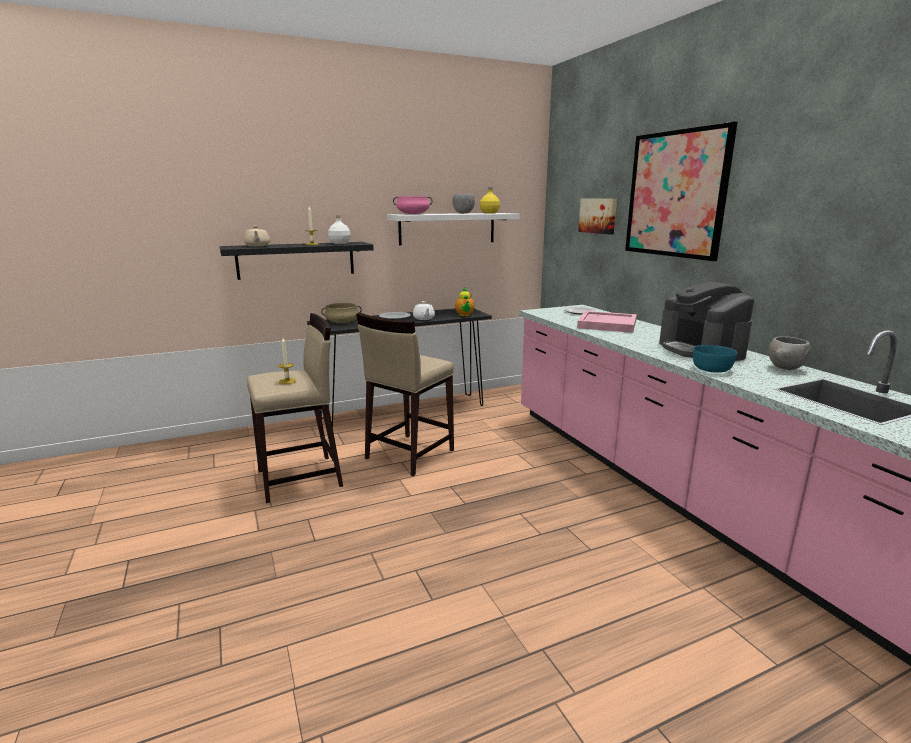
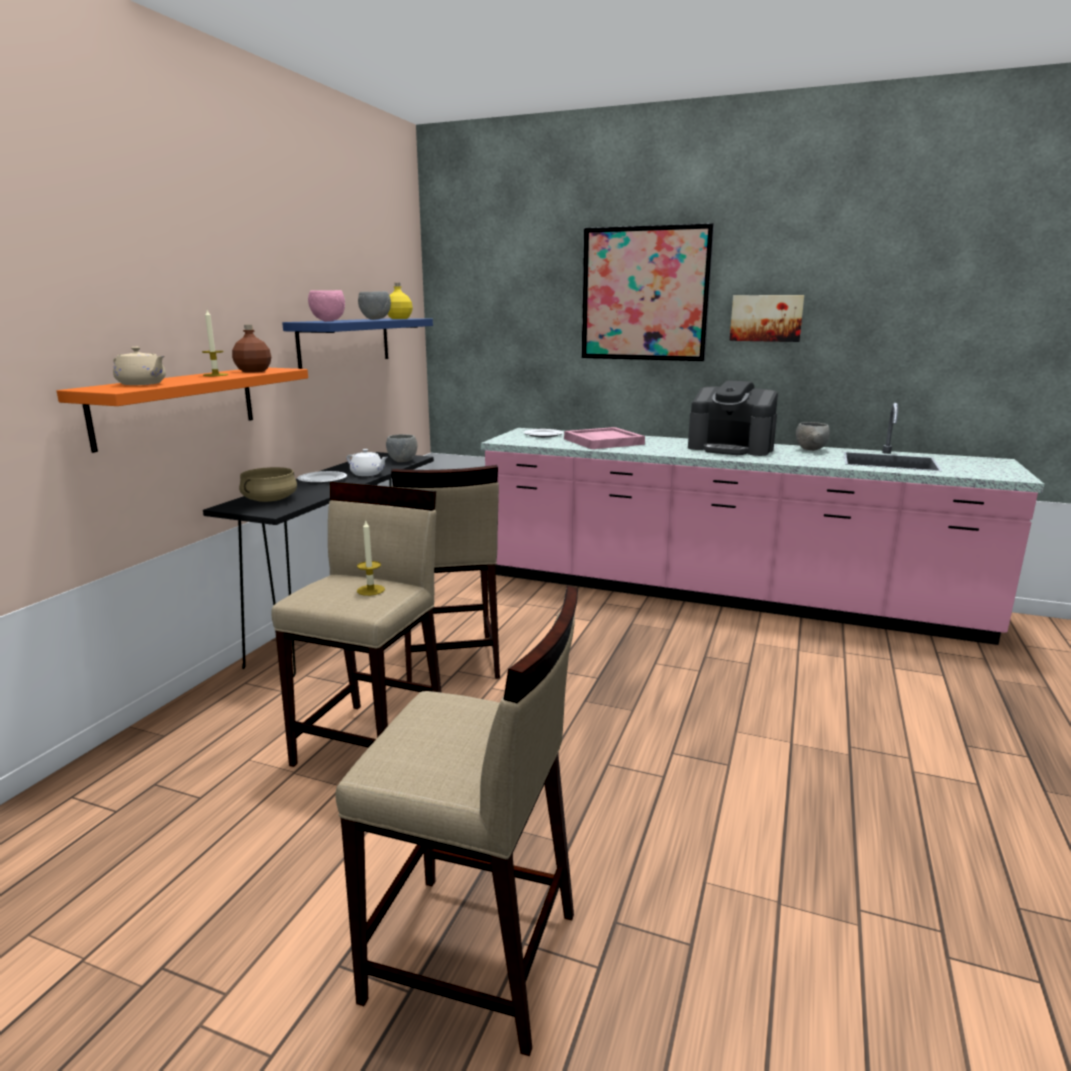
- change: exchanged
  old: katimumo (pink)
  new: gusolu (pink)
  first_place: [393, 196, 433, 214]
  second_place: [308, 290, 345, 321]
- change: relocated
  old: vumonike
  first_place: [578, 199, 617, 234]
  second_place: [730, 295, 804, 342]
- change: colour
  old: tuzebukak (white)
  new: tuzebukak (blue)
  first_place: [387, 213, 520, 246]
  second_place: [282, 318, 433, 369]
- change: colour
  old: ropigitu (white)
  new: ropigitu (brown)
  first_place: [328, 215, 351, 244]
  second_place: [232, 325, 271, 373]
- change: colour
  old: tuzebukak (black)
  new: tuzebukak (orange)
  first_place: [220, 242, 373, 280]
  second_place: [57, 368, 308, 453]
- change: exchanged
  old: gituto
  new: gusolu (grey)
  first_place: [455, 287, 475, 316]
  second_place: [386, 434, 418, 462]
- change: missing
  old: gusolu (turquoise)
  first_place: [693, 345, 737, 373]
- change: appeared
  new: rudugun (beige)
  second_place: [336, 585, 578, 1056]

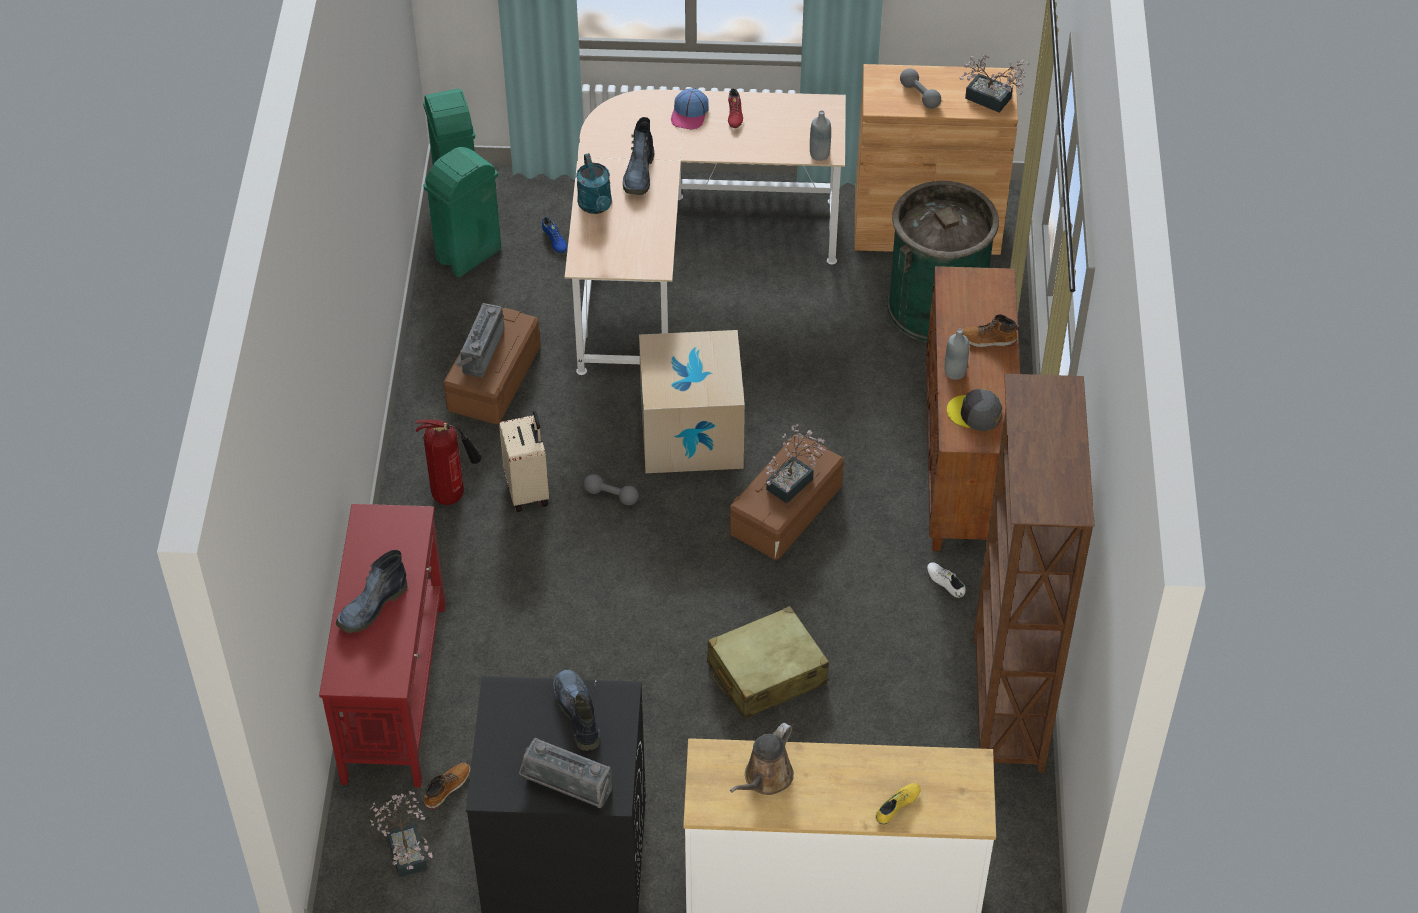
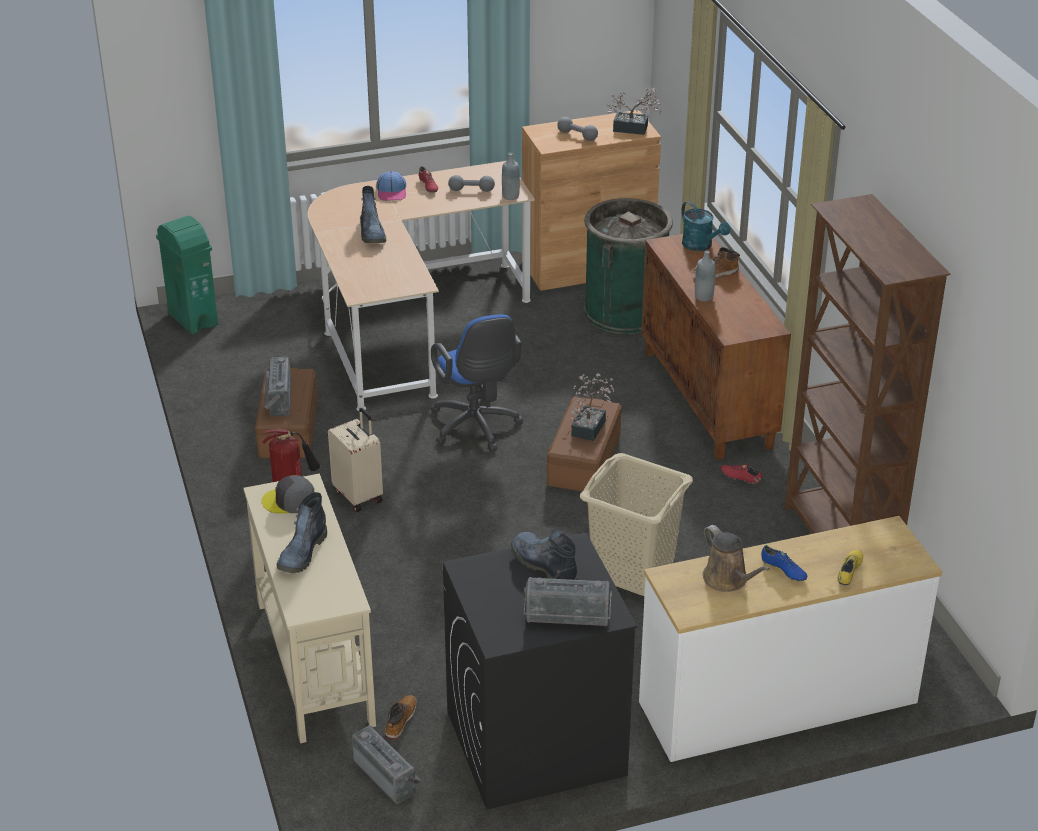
- change: missing
  old: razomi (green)
  first_place: [423, 147, 501, 278]
- change: relocated
  old: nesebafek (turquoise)
  first_place: [576, 153, 612, 214]
  second_place: [681, 201, 730, 251]
- change: relocated
  old: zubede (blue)
  first_place: [542, 217, 567, 253]
  second_place: [761, 545, 807, 582]
- change: exchanged
  old: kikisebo
  new: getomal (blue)
  first_place: [639, 330, 745, 473]
  second_place: [430, 314, 523, 452]
- change: relocated
  old: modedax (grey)
  first_place: [947, 389, 1002, 431]
  second_place: [262, 475, 314, 513]
- change: relocated
  old: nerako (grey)
  first_place: [584, 474, 639, 505]
  second_place: [448, 175, 495, 192]
- change: colour
  old: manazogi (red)
  new: manazogi (beige)
  first_place: [319, 504, 446, 788]
  second_place: [243, 474, 376, 743]
- change: colour
  old: zubede (white)
  new: zubede (red)
  first_place: [927, 562, 966, 598]
  second_place: [721, 464, 762, 485]
- change: exchanged
  old: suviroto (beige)
  new: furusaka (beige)
  first_place: [707, 606, 829, 719]
  second_place: [580, 453, 693, 596]
- change: spun
  old: nesebafek (brown)
  first_place: [730, 723, 794, 795]
  second_place: [703, 525, 770, 592]
  degrees: -45
- change: exchanged
  old: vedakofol
  new: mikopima
  first_place: [370, 791, 433, 878]
  second_place: [351, 725, 422, 804]

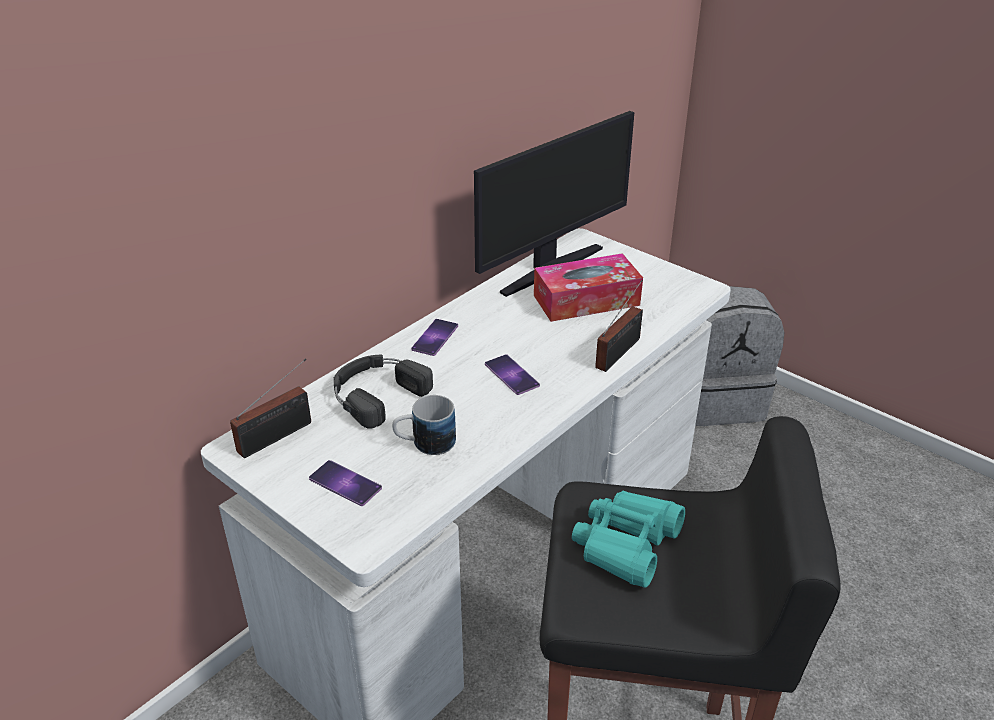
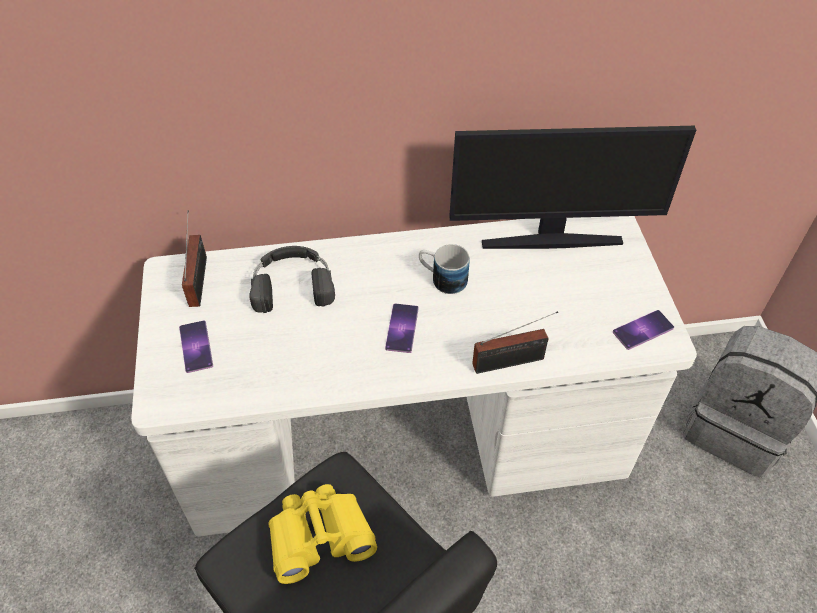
- change: missing
  old: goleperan
  first_place: [534, 253, 643, 322]
- change: relocated
  old: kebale
  first_place: [411, 319, 458, 356]
  second_place: [613, 310, 674, 350]
- change: spun
  old: mikopima
  first_place: [230, 359, 311, 458]
  second_place: [182, 210, 207, 307]
  degrees: -90
- change: relocated
  old: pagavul
  first_place: [392, 395, 456, 455]
  second_place: [419, 244, 470, 294]
- change: colour
  old: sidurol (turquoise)
  new: sidurol (yellow)
  first_place: [572, 491, 685, 588]
  second_place: [268, 484, 377, 584]

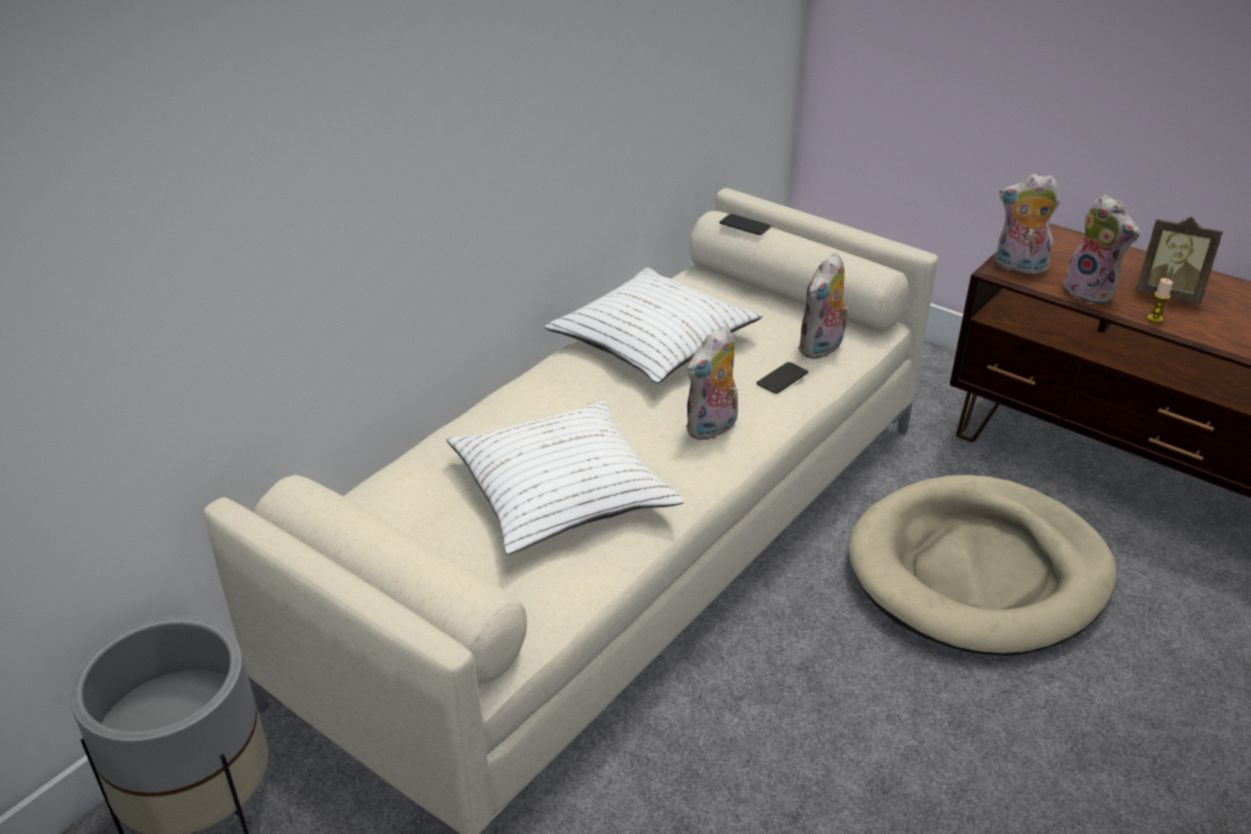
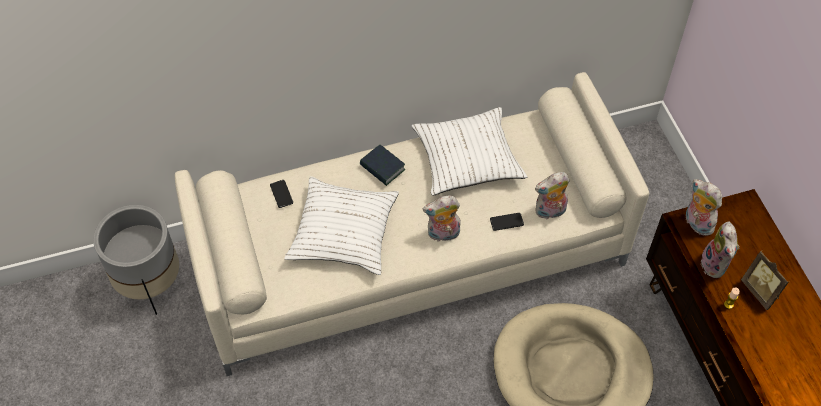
- change: relocated
  old: kebale
  first_place: [720, 214, 771, 235]
  second_place: [270, 180, 293, 208]
- change: appeared
  new: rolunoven
  second_place: [360, 145, 405, 186]

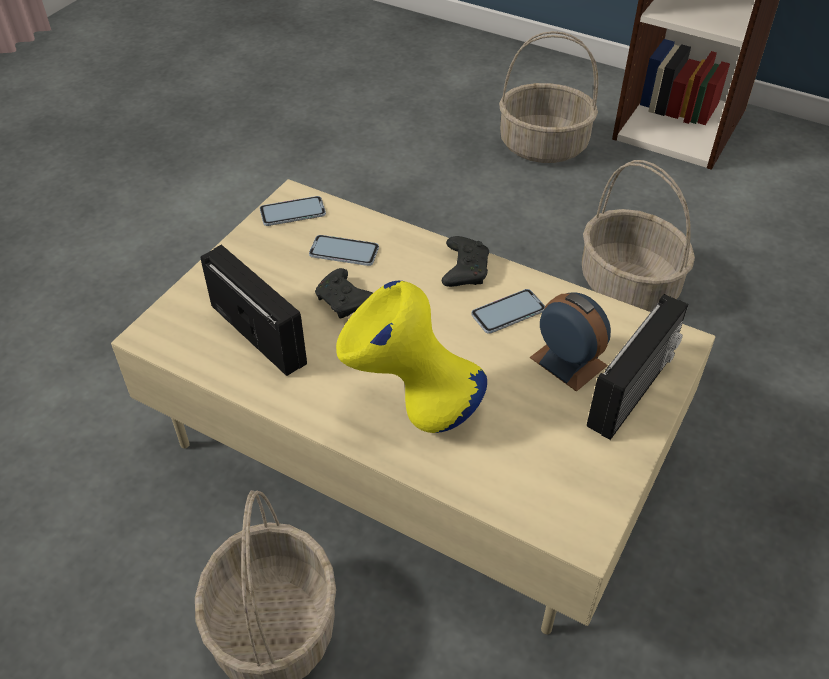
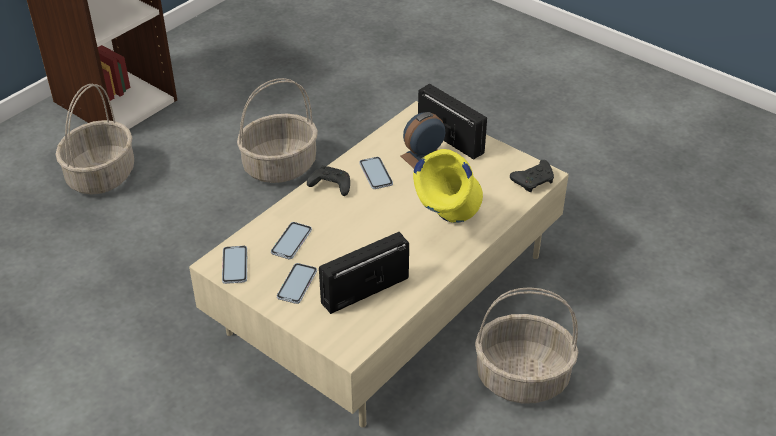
- change: relocated
  old: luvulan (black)
  first_place: [315, 268, 373, 319]
  second_place: [510, 160, 554, 192]
- change: appeared
  new: kebale
  second_place: [277, 263, 317, 304]

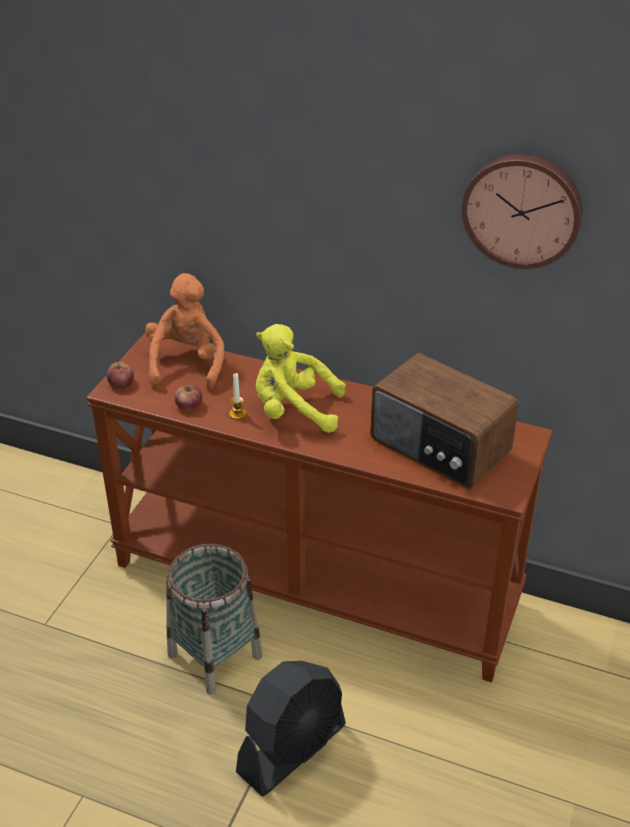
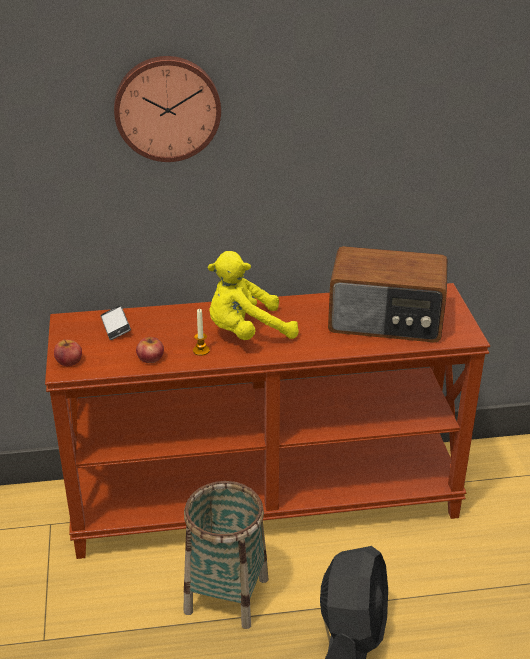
- change: relocated
  old: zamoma
  first_place: [462, 154, 583, 269]
  second_place: [114, 56, 221, 162]
- change: exchanged
  old: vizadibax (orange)
  new: kebale
  first_place: [145, 273, 224, 389]
  second_place: [101, 305, 131, 340]

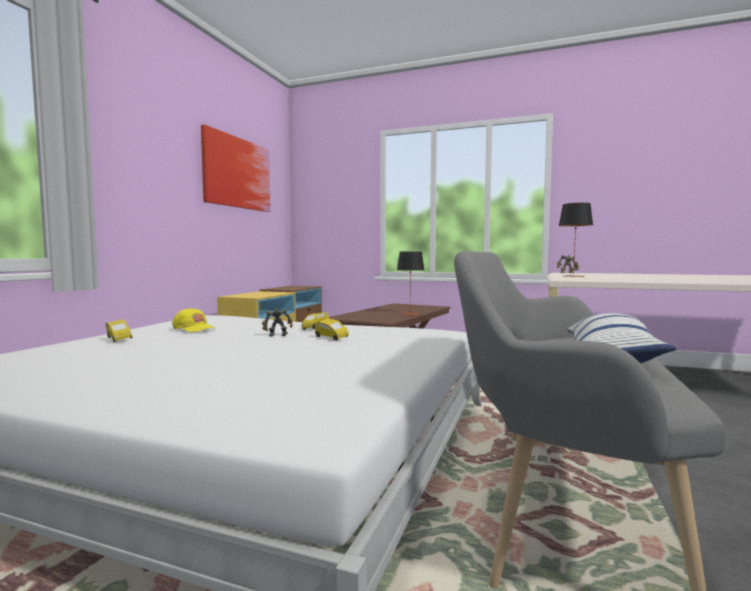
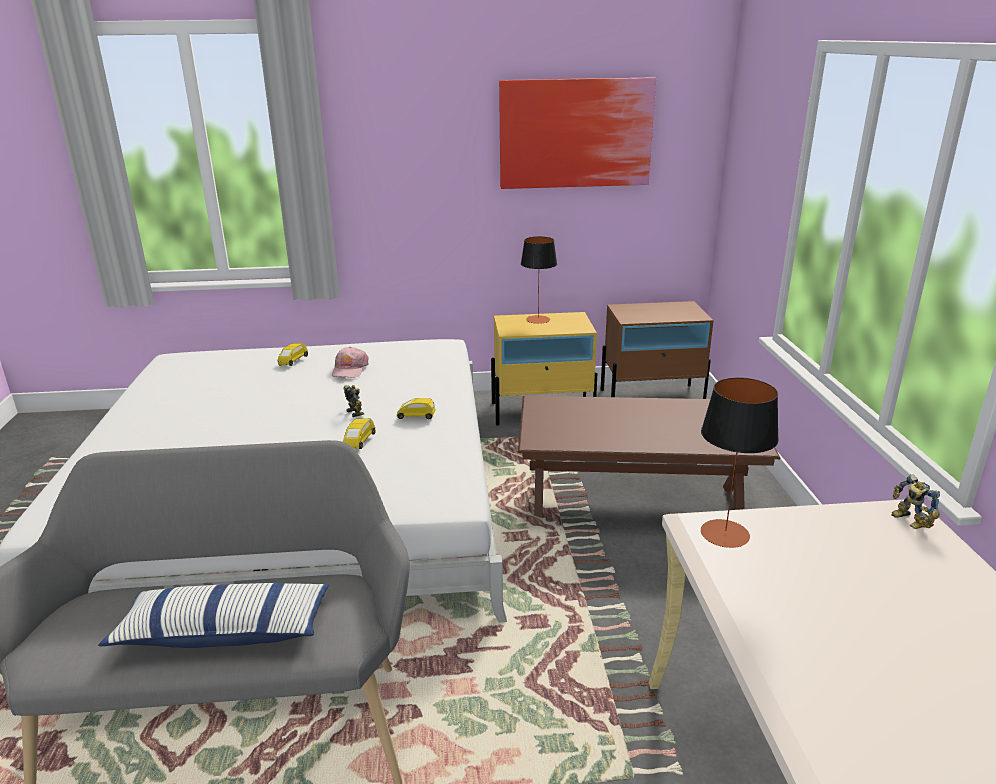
- change: relocated
  old: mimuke
  first_place: [397, 251, 424, 316]
  second_place: [521, 236, 557, 324]
- change: colour
  old: modedax (yellow)
  new: modedax (pink)
  first_place: [172, 308, 214, 332]
  second_place: [332, 346, 368, 378]

